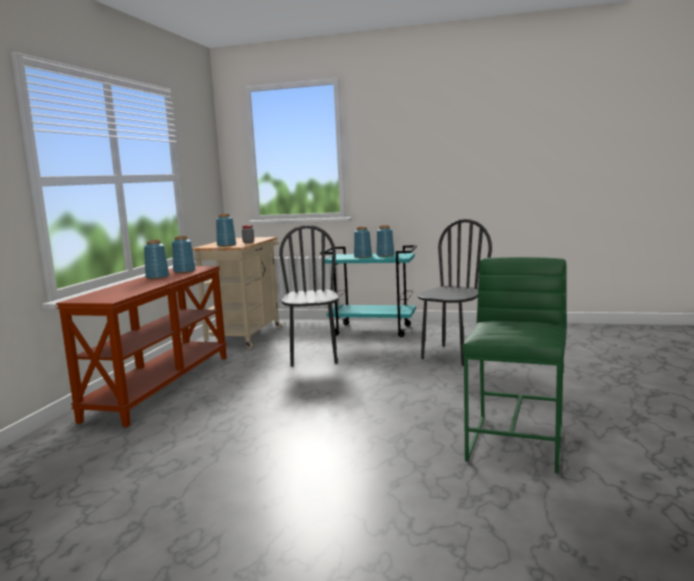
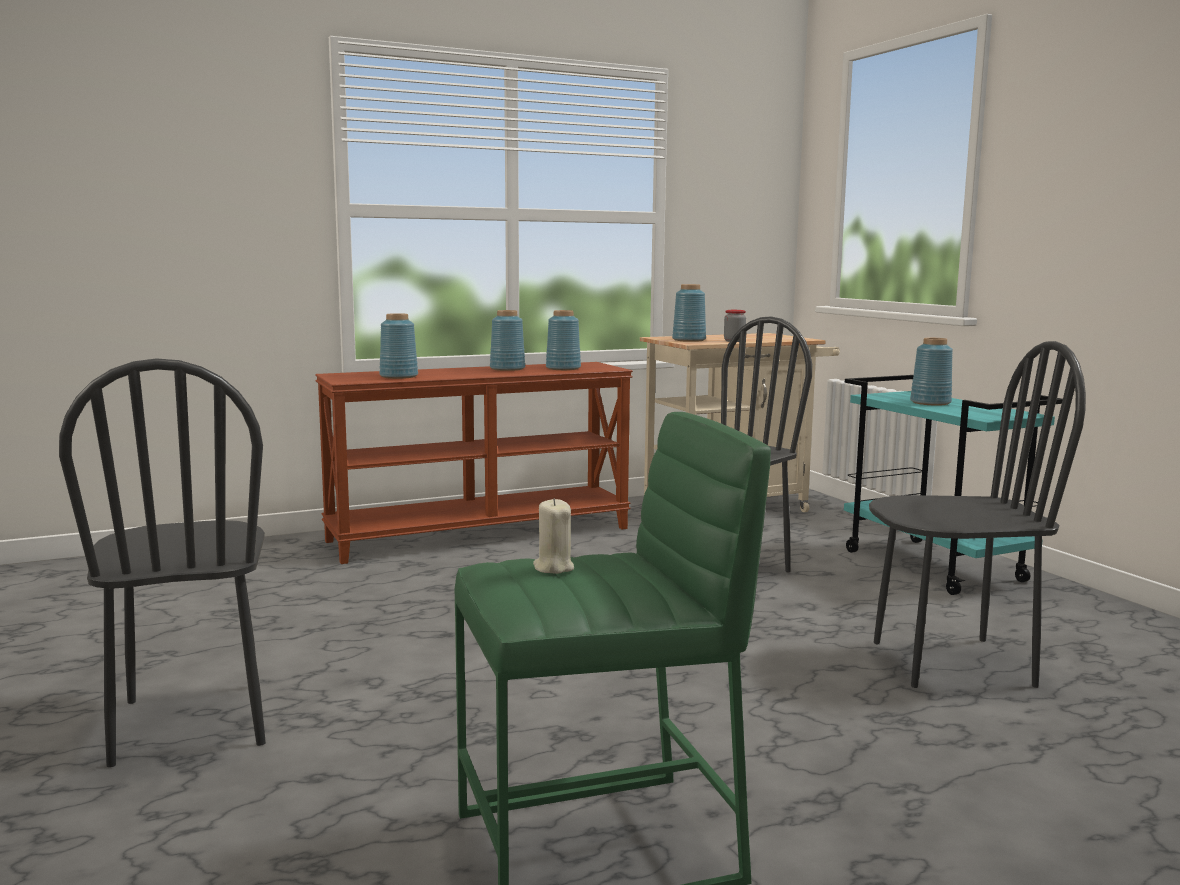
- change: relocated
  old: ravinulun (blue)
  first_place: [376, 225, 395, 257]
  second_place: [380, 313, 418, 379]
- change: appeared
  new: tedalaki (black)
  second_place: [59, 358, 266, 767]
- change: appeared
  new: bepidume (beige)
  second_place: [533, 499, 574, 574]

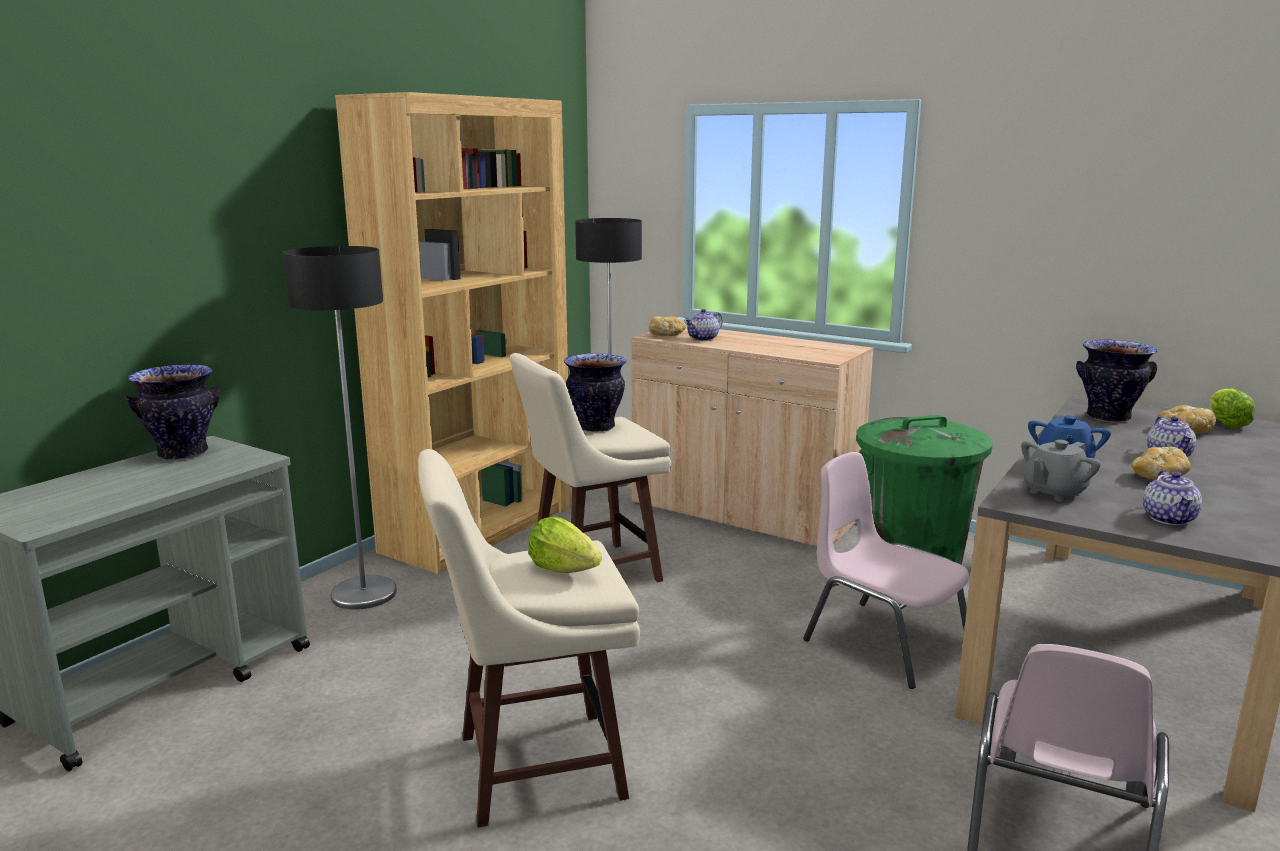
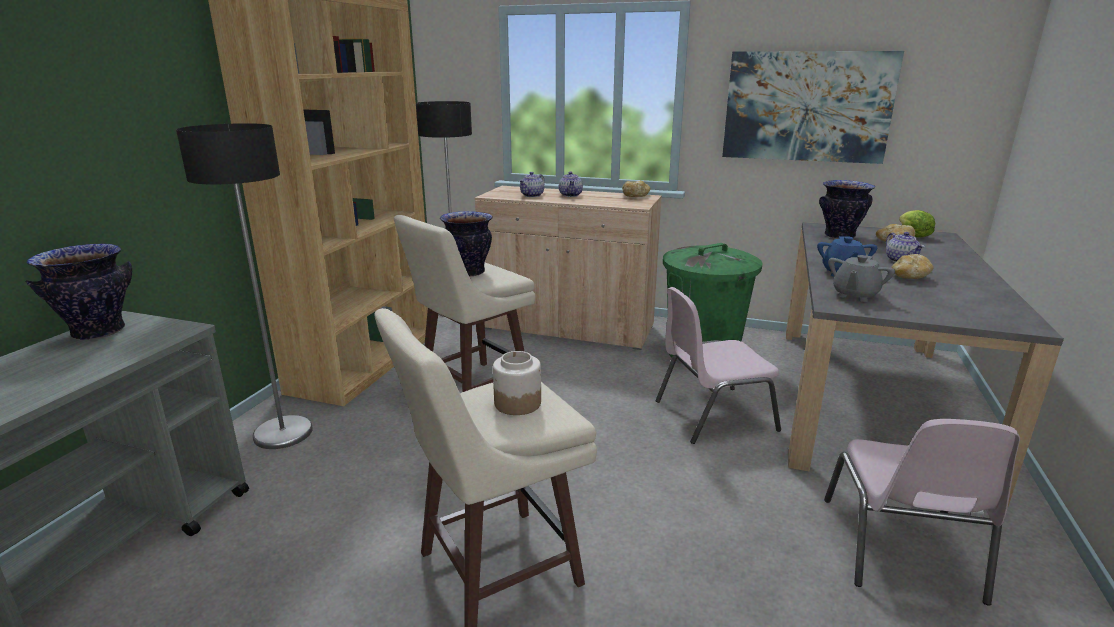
- change: relocated
  old: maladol
  first_place: [649, 316, 686, 336]
  second_place: [622, 181, 650, 197]
- change: spun
  old: tedalaki (pink)
  first_place: [803, 452, 969, 689]
  second_place: [656, 287, 781, 444]
  degrees: -45
- change: relocated
  old: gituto
  first_place: [1143, 470, 1202, 525]
  second_place: [559, 171, 583, 197]
- change: exchanged
  old: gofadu
  new: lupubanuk
  first_place: [528, 516, 602, 573]
  second_place: [493, 351, 541, 415]
- change: appeared
  new: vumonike
  second_place: [722, 51, 904, 164]

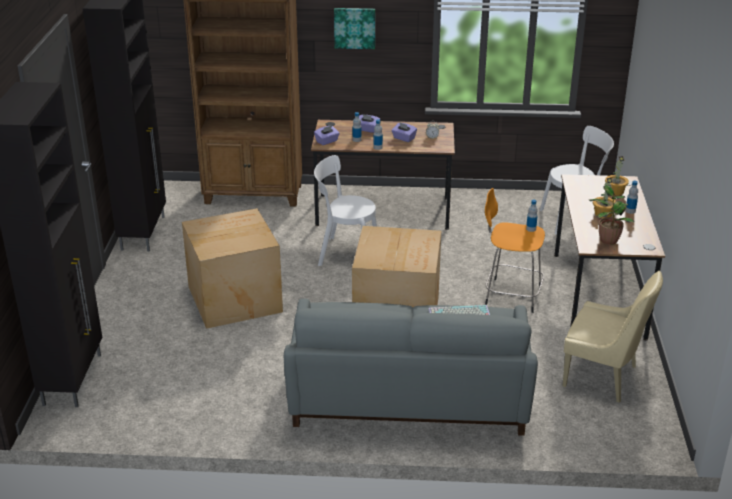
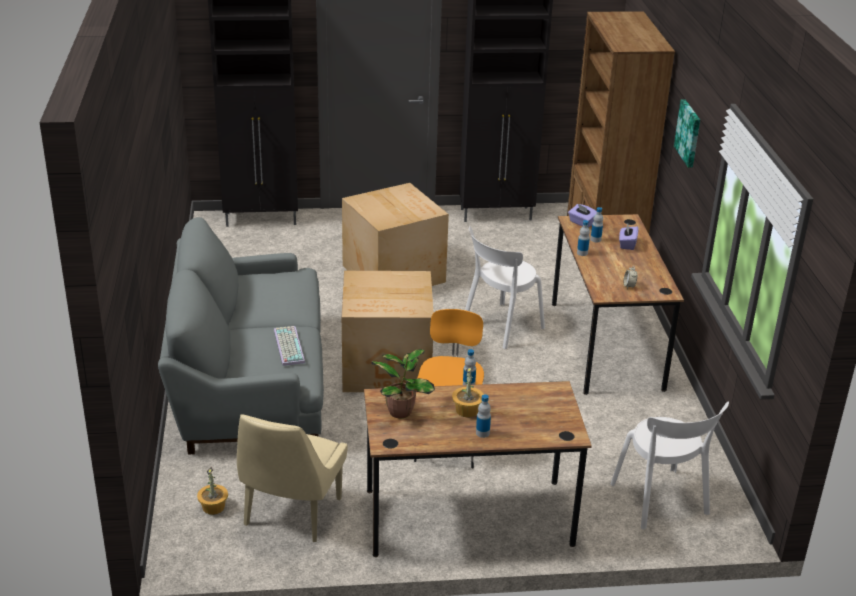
- change: missing
  old: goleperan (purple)
  first_place: [392, 122, 417, 142]
- change: spun
  old: tedalaki (white)
  first_place: [314, 155, 377, 266]
  second_place: [465, 226, 545, 349]
  degrees: -135
- change: relocated
  old: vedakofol
  first_place: [605, 156, 629, 196]
  second_place: [197, 467, 228, 515]

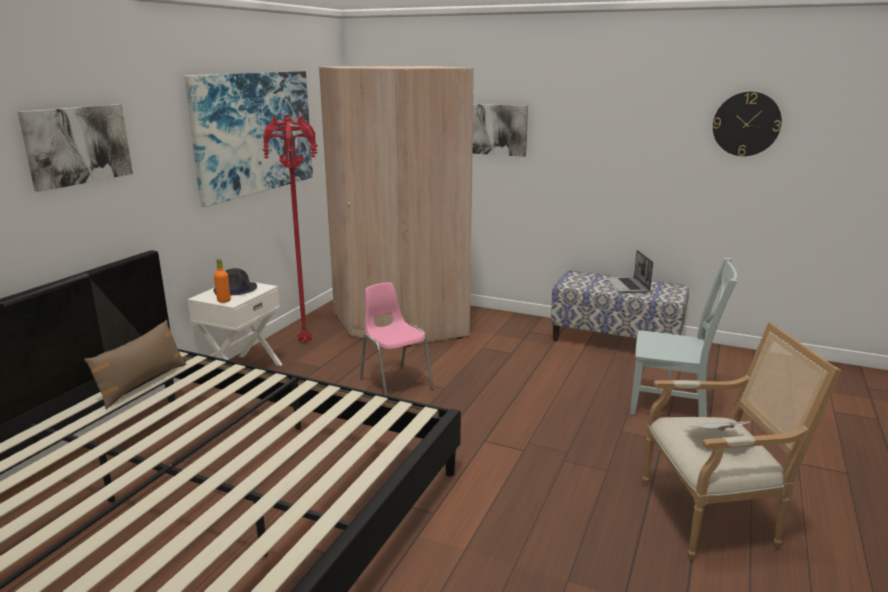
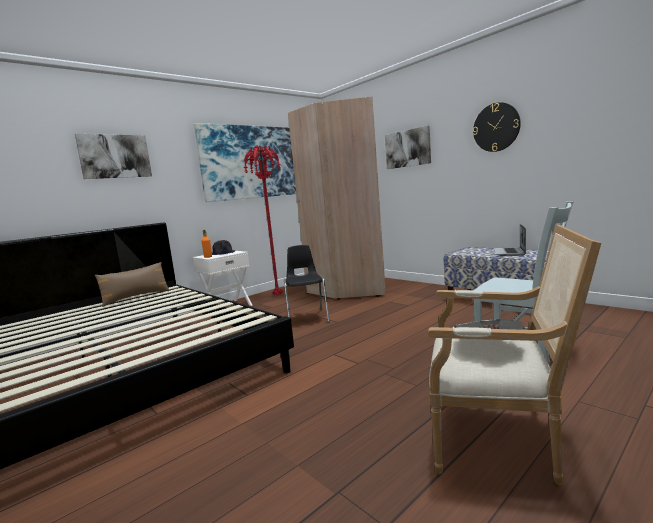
- change: relocated
  old: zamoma
  first_place: [713, 92, 782, 156]
  second_place: [473, 102, 521, 152]
- change: colour
  old: tedalaki (pink)
  new: tedalaki (black)
  first_place: [360, 283, 434, 396]
  second_place: [284, 245, 330, 322]

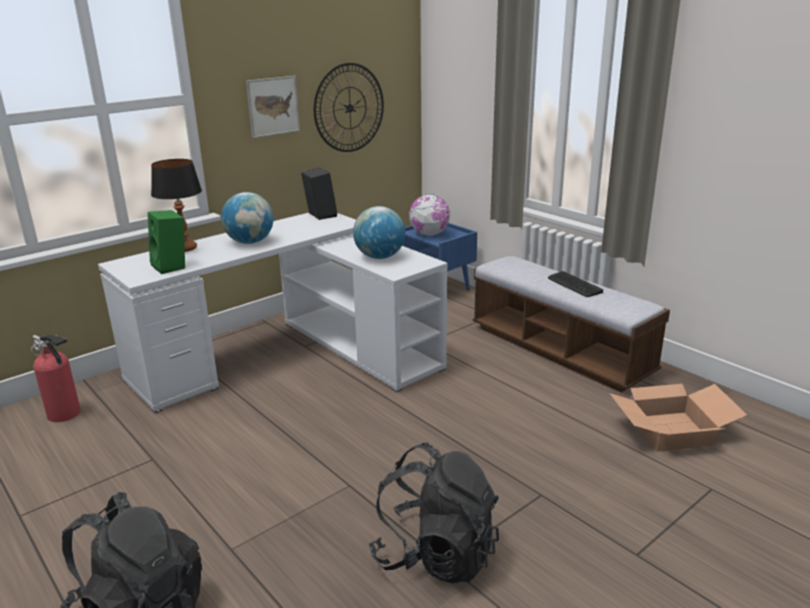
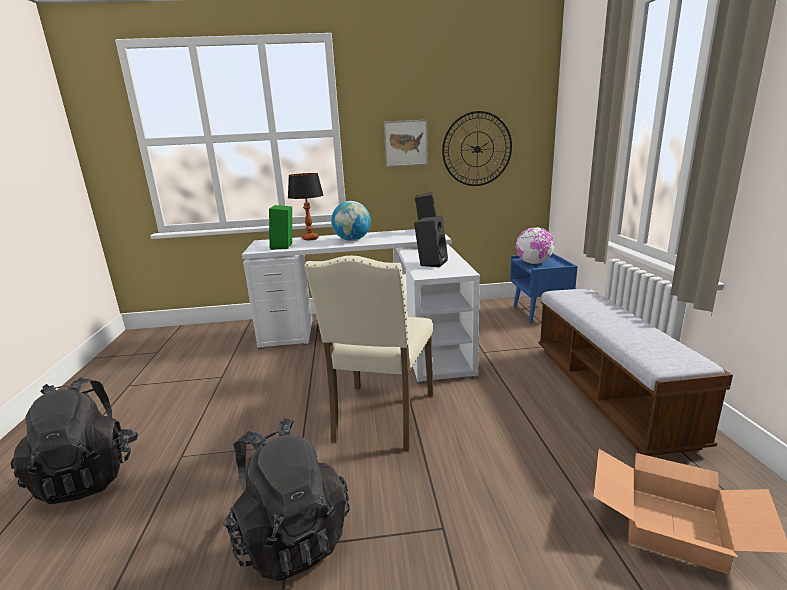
- change: exchanged
  old: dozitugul
  new: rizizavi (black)
  first_place: [353, 206, 405, 259]
  second_place: [414, 216, 448, 267]
- change: missing
  old: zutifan
  first_place: [548, 271, 603, 297]
- change: missing
  old: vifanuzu
  first_place: [31, 335, 81, 422]
- change: appeared
  new: tedalaki (beige)
  second_place: [304, 256, 434, 452]

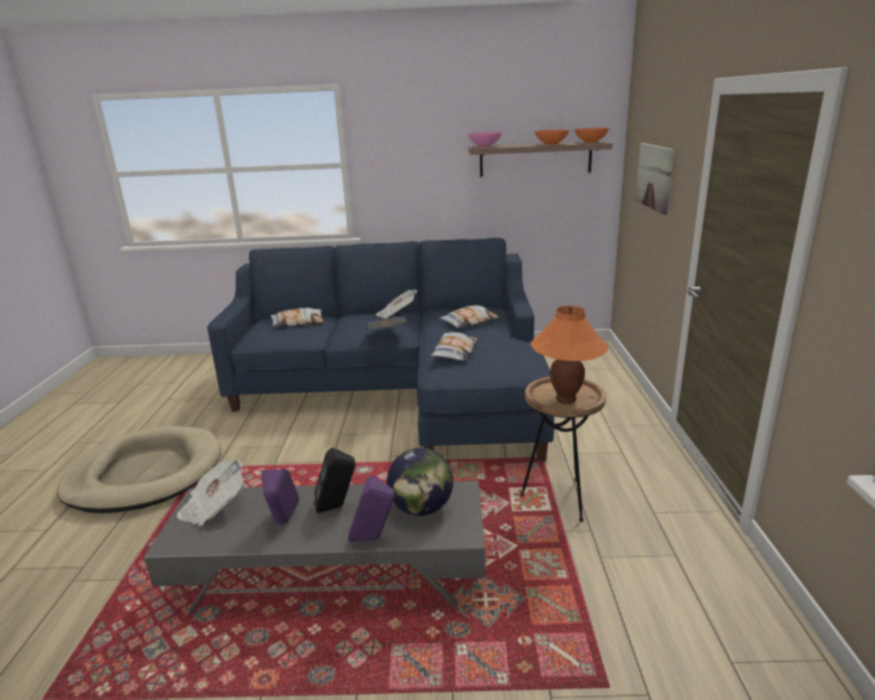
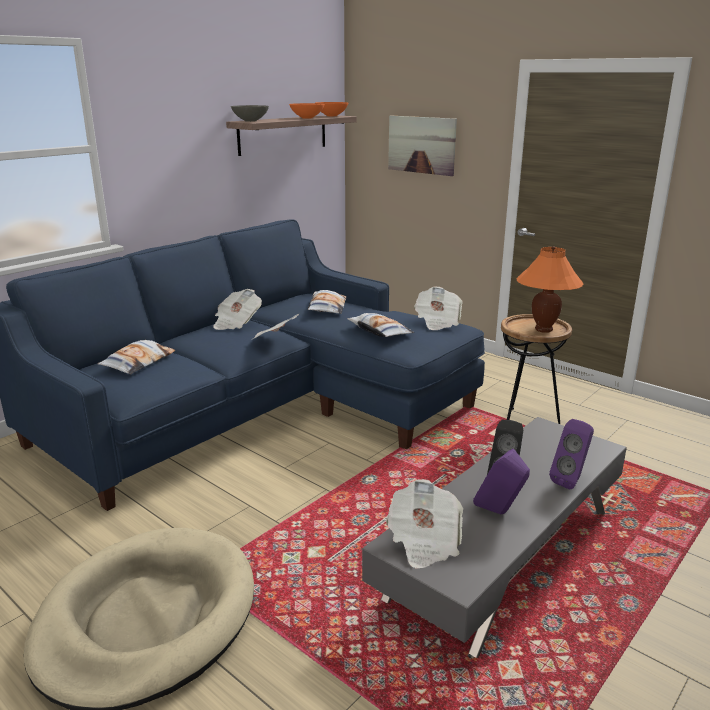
- change: colour
  old: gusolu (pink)
  new: gusolu (grey)
  first_place: [468, 132, 502, 147]
  second_place: [231, 105, 269, 122]
- change: missing
  old: dozitugul
  first_place: [387, 448, 453, 516]
- change: appeared
  new: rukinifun
  second_place: [414, 287, 463, 330]

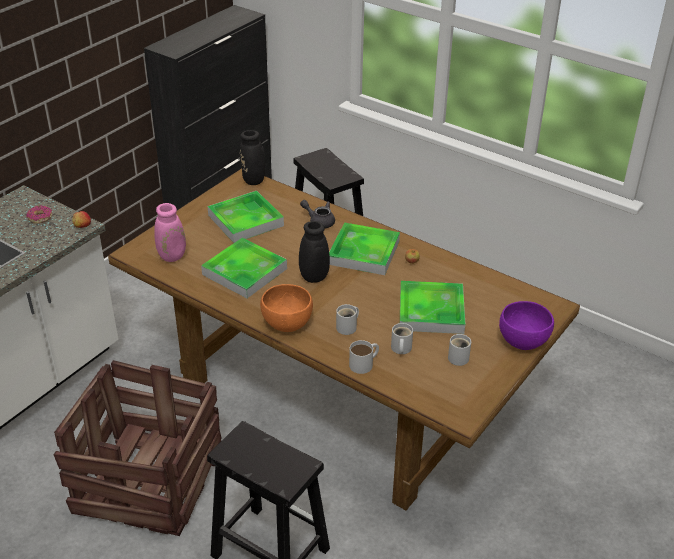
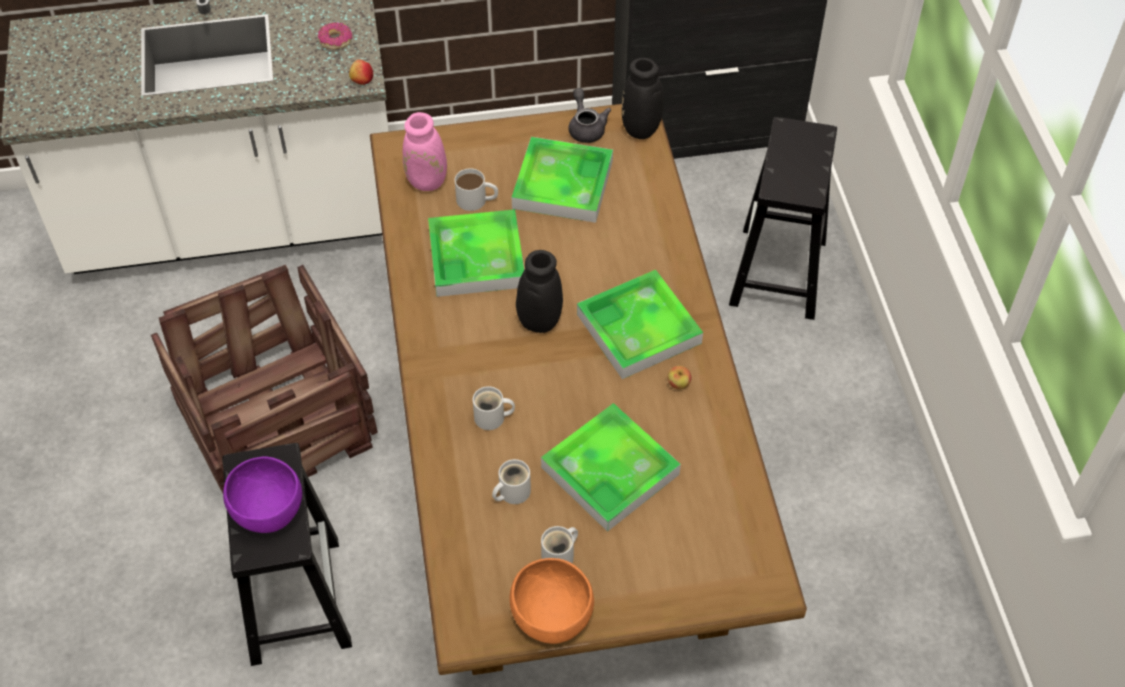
- change: relocated
  old: gituto (grey)
  first_place: [300, 200, 335, 229]
  second_place: [569, 88, 611, 143]
- change: relocated
  old: gusolu (orange)
  first_place: [260, 284, 313, 332]
  second_place: [509, 558, 594, 644]
- change: relocated
  old: gusolu (purple)
  first_place: [499, 301, 554, 350]
  second_place: [223, 456, 302, 533]
- change: relocated
  old: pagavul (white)
  first_place: [349, 340, 379, 374]
  second_place: [455, 168, 498, 211]

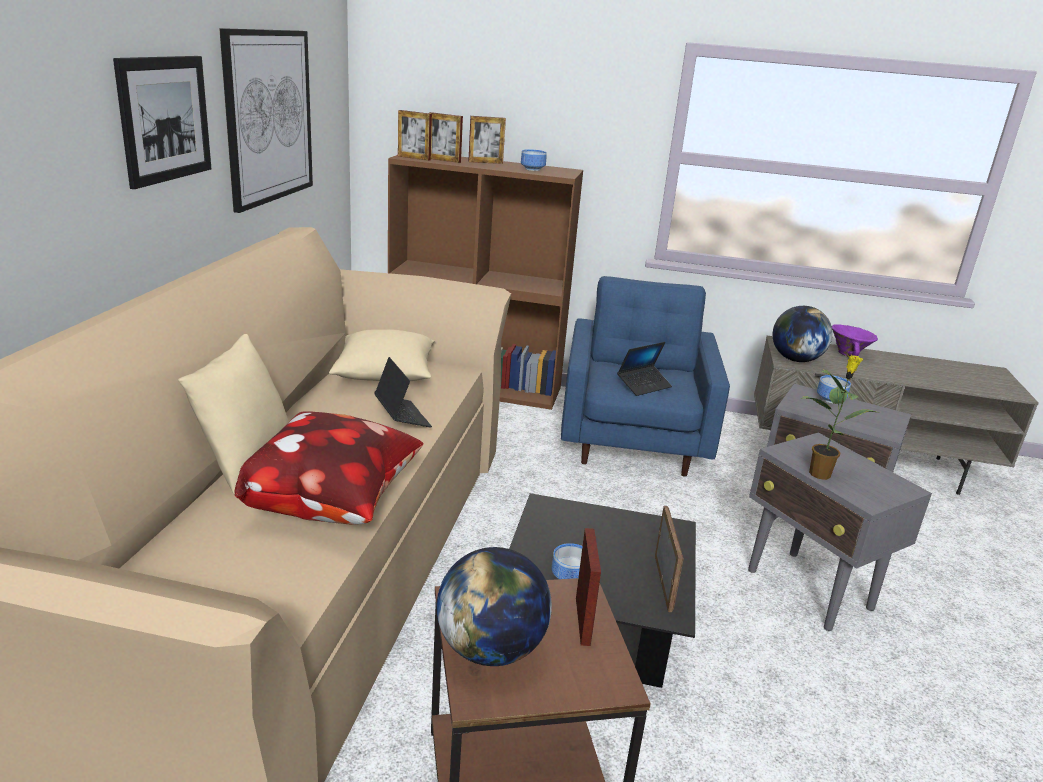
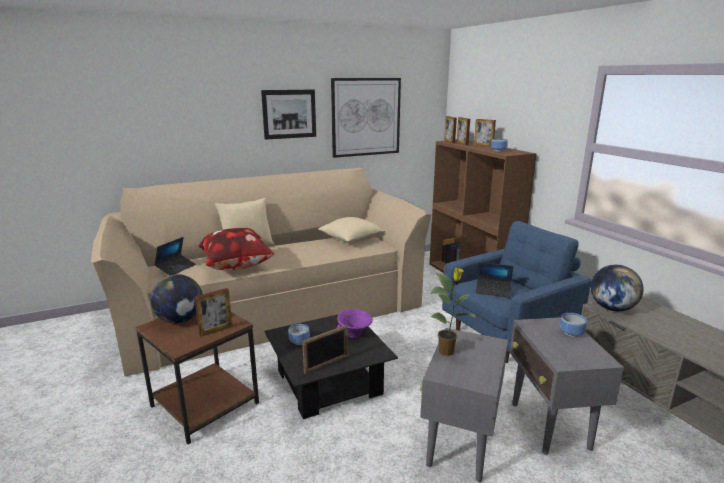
- change: relocated
  old: gusolu (purple)
  first_place: [832, 324, 878, 356]
  second_place: [337, 309, 373, 338]
- change: relocated
  old: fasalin
  first_place: [374, 357, 432, 427]
  second_place: [154, 237, 196, 275]

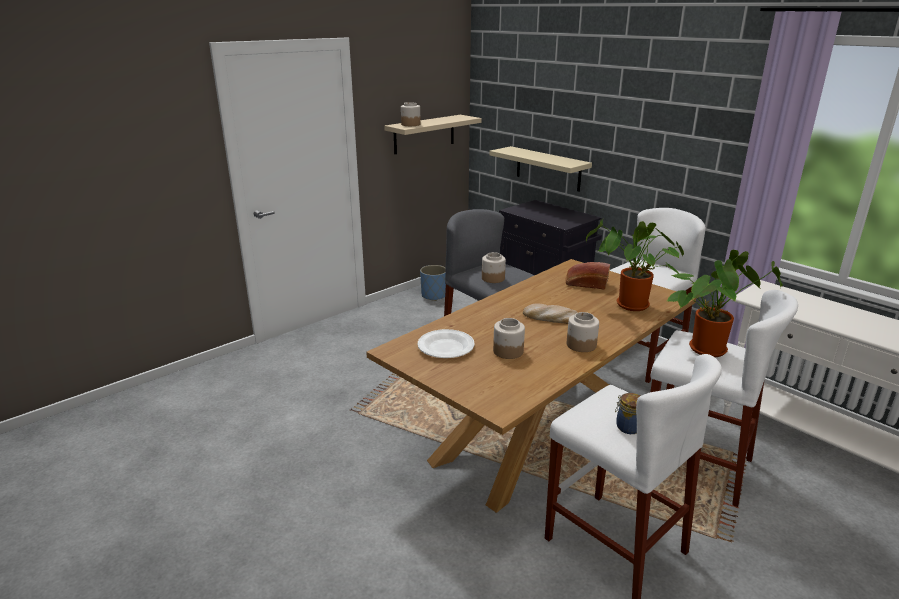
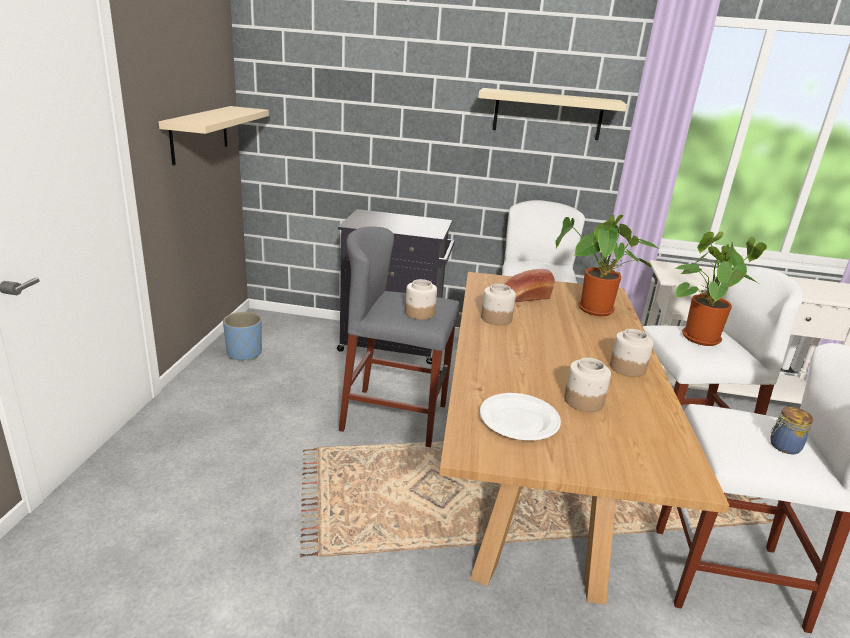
- change: relocated
  old: lupubanuk
  first_place: [401, 102, 421, 126]
  second_place: [481, 284, 516, 325]
- change: relocated
  old: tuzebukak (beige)
  first_place: [489, 146, 592, 192]
  second_place: [478, 88, 627, 140]
- change: missing
  old: maladol
  first_place: [523, 303, 578, 324]

